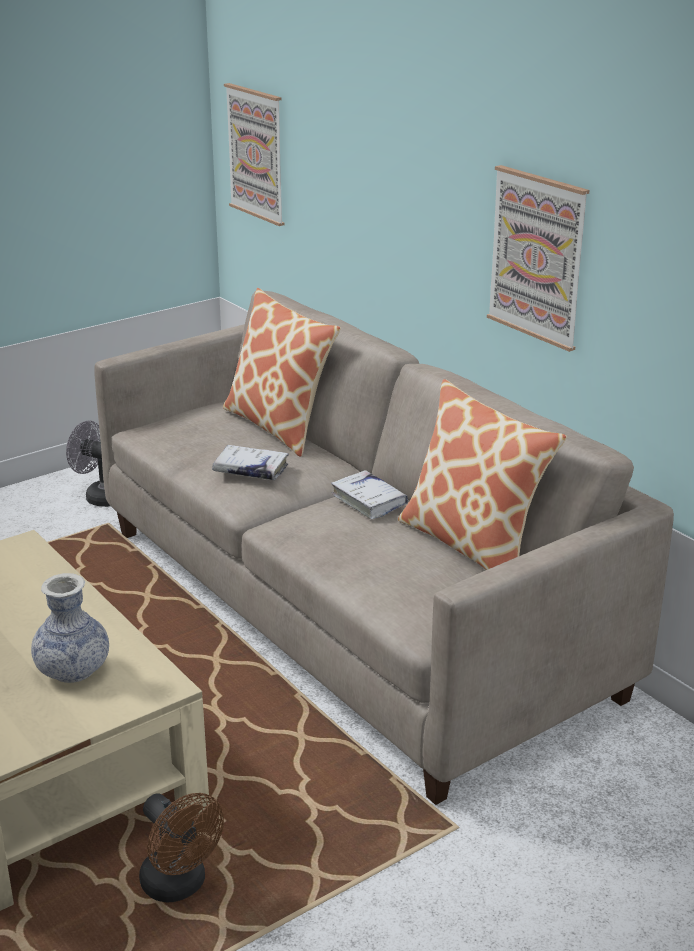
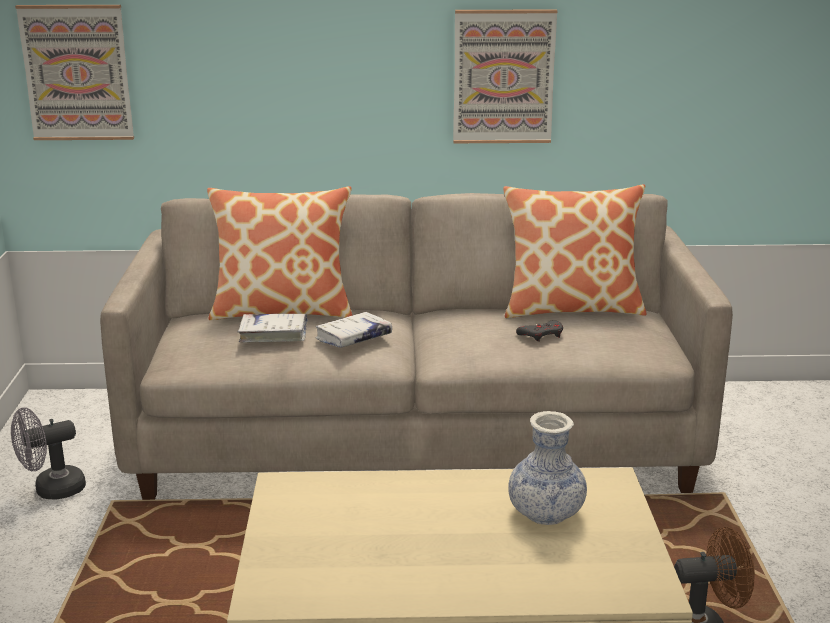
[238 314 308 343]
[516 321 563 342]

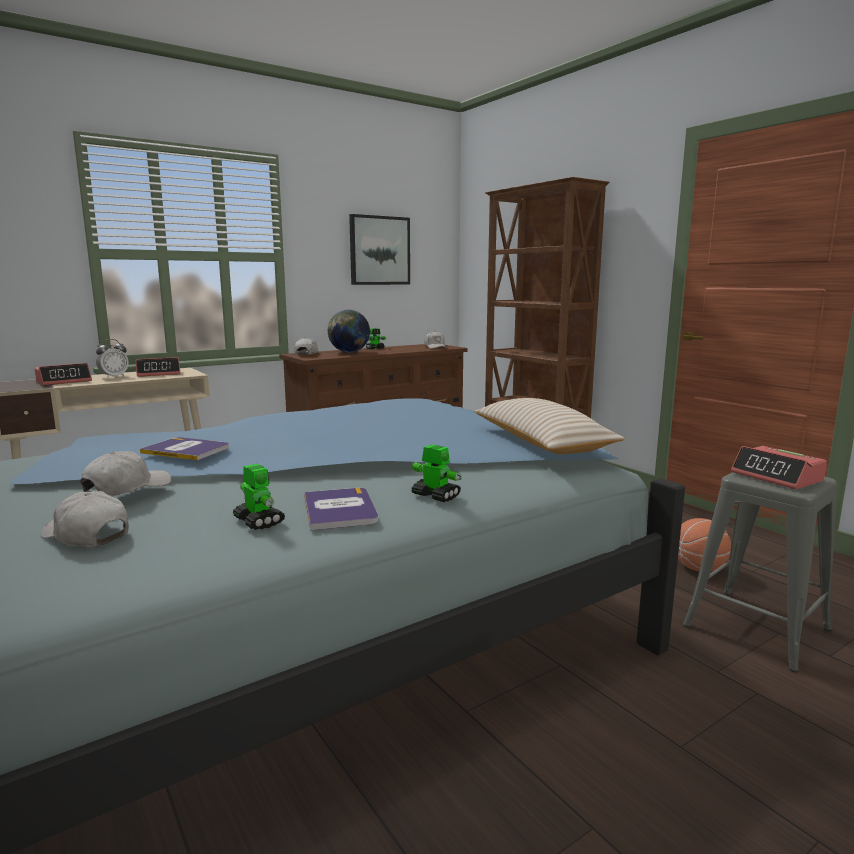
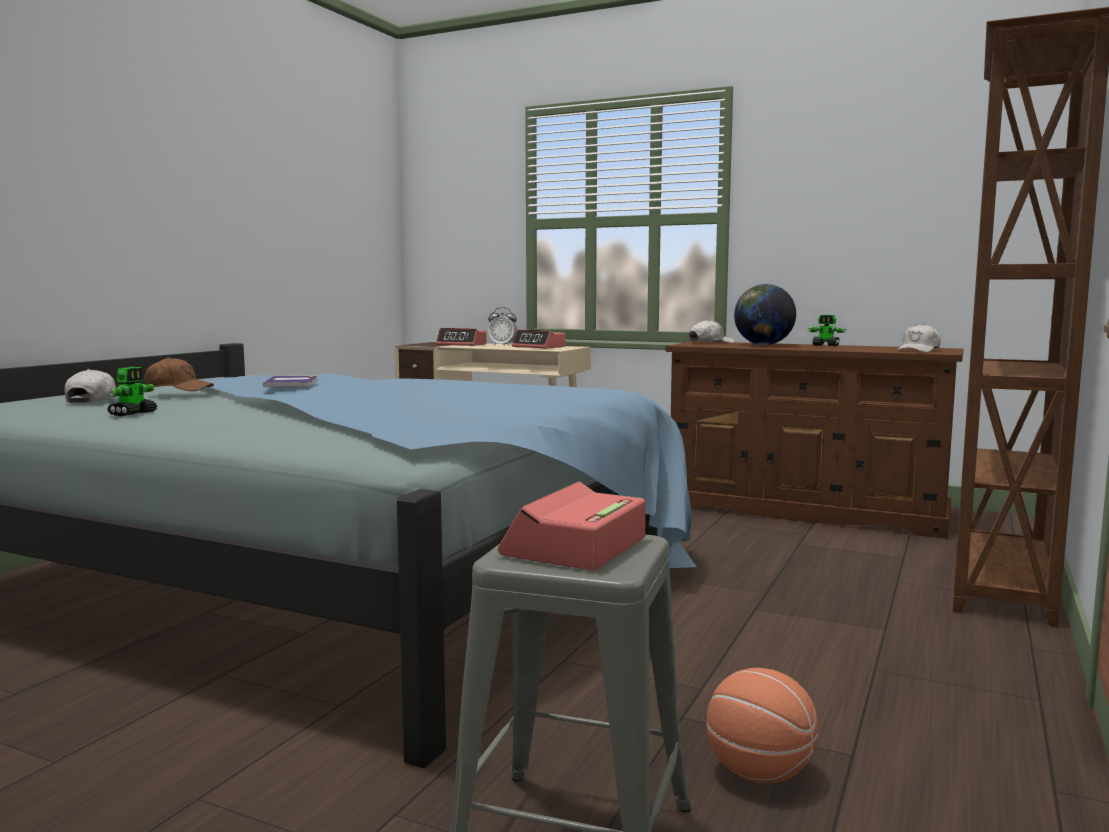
[144 357 214 391]
[304 488 378 530] (first image)
[349 214 410 285] (first image)
[411 445 462 502] (first image)
[474 398 625 454] (first image)

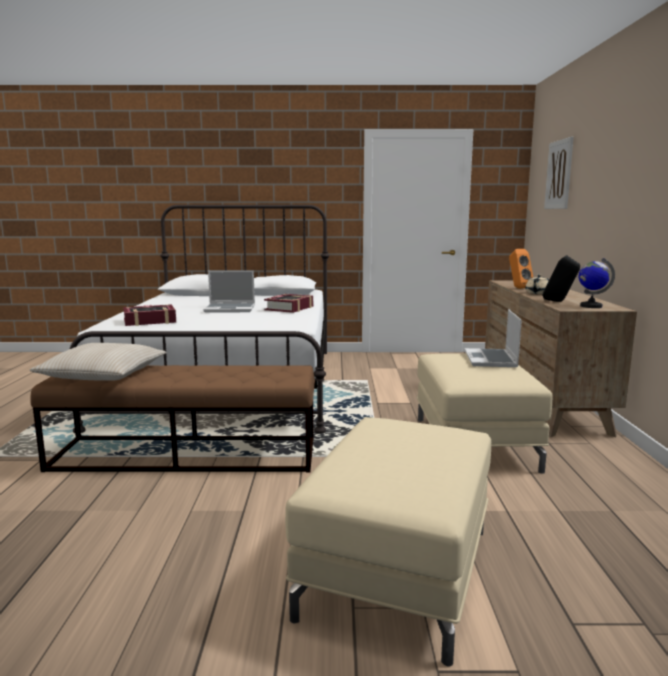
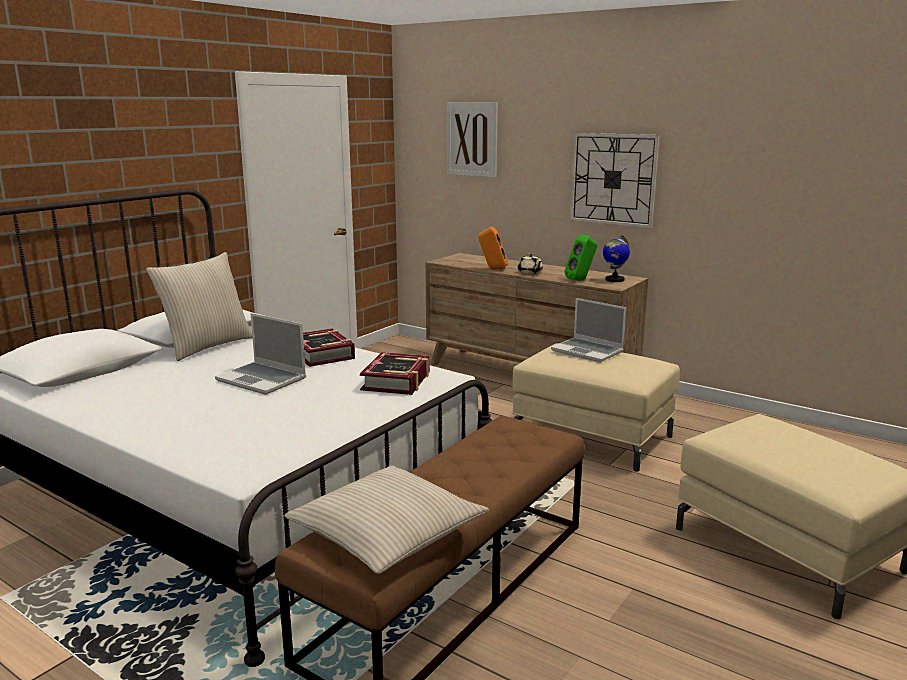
[146 252 252 361]
[215 313 306 395]
[360 352 430 395]
[565 235 598 280]
[570 133 660 228]

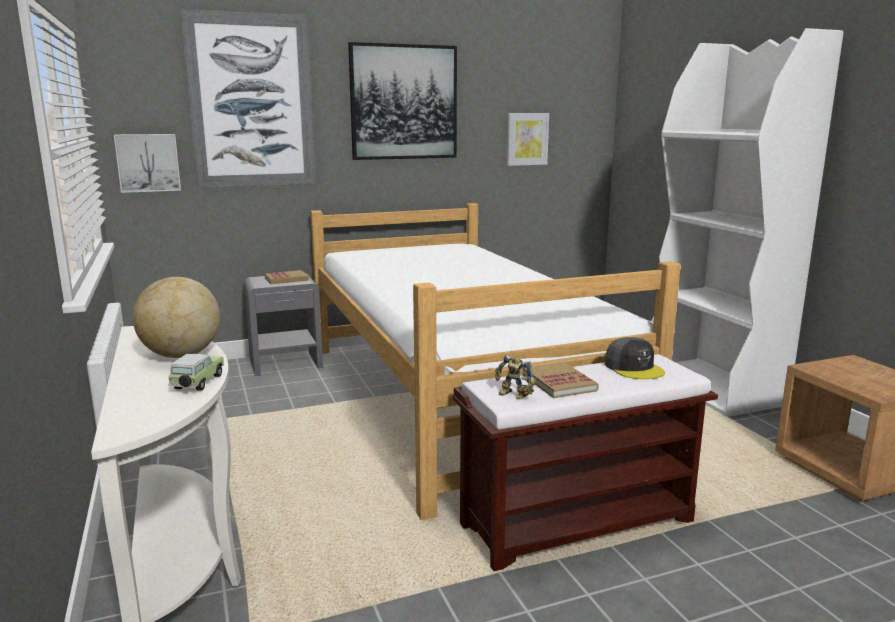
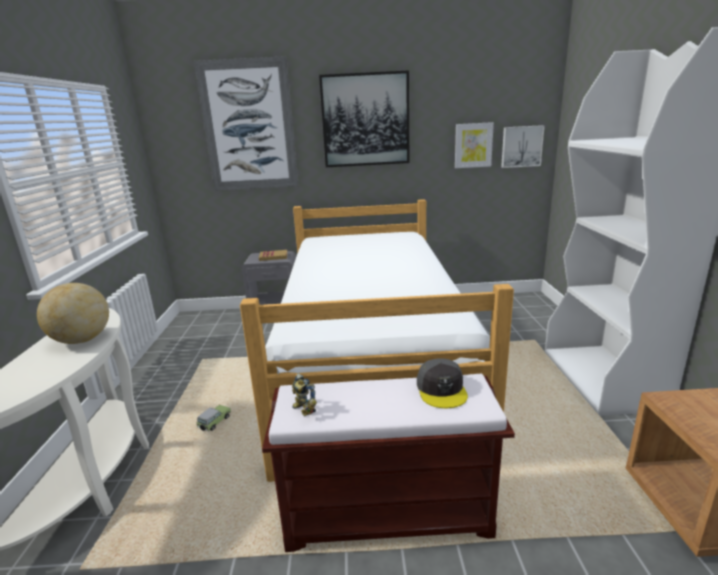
[197 405 231 431]
[501 125 545 168]
[523 362 599 398] (first image)

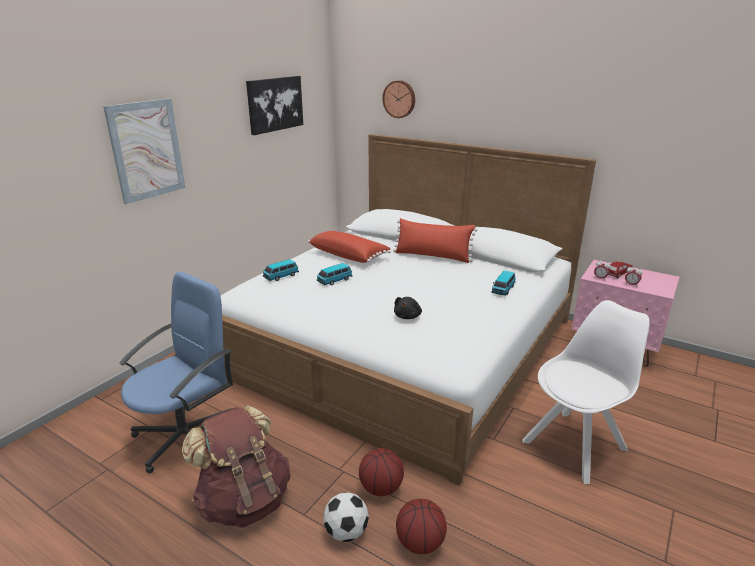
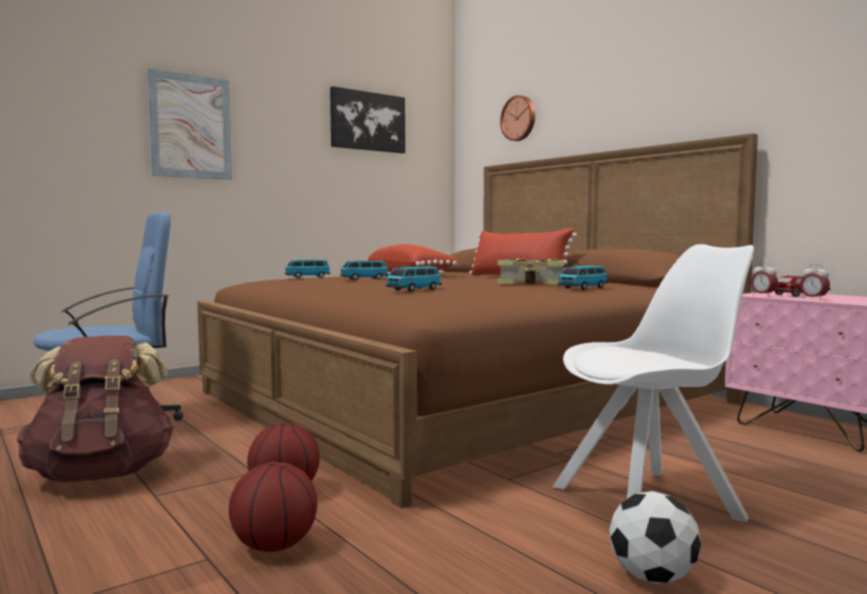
[197 133 758 508]
[386 267 442 292]
[497 258 564 285]
[609 491 701 584]

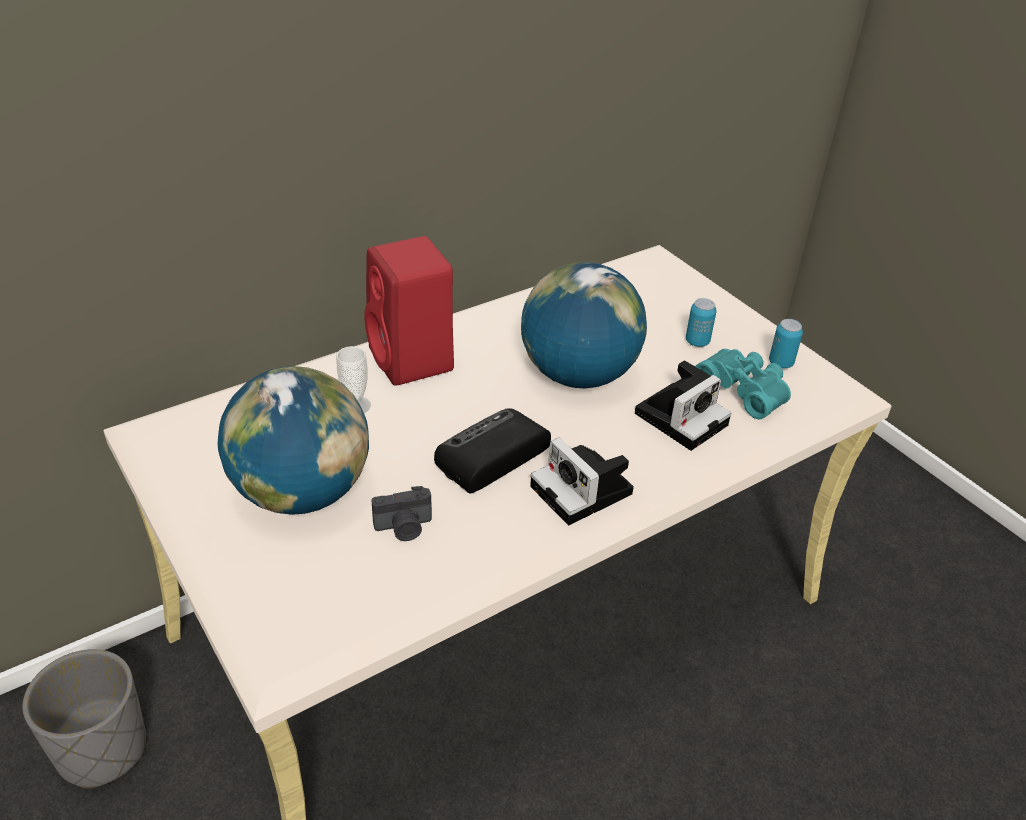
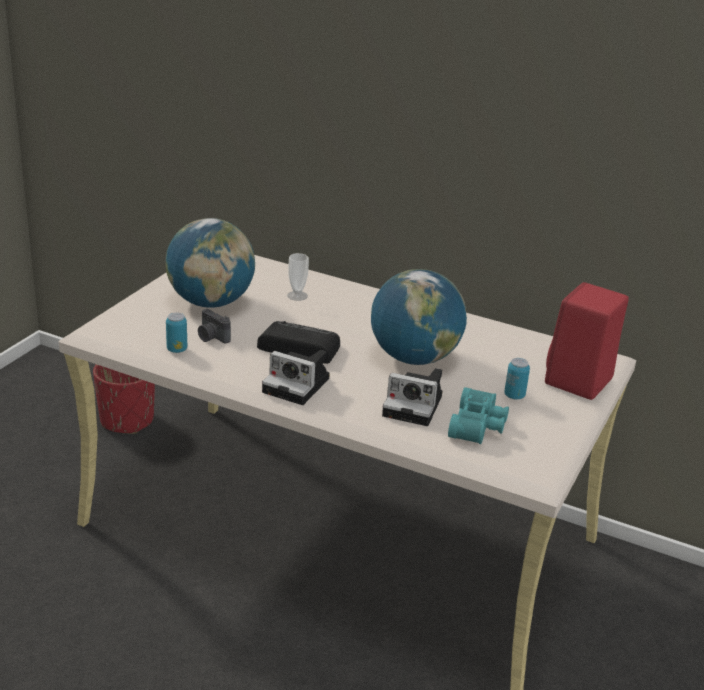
[93 364 155 434]
[166 313 187 353]
[262 350 330 405]
[545 282 629 400]

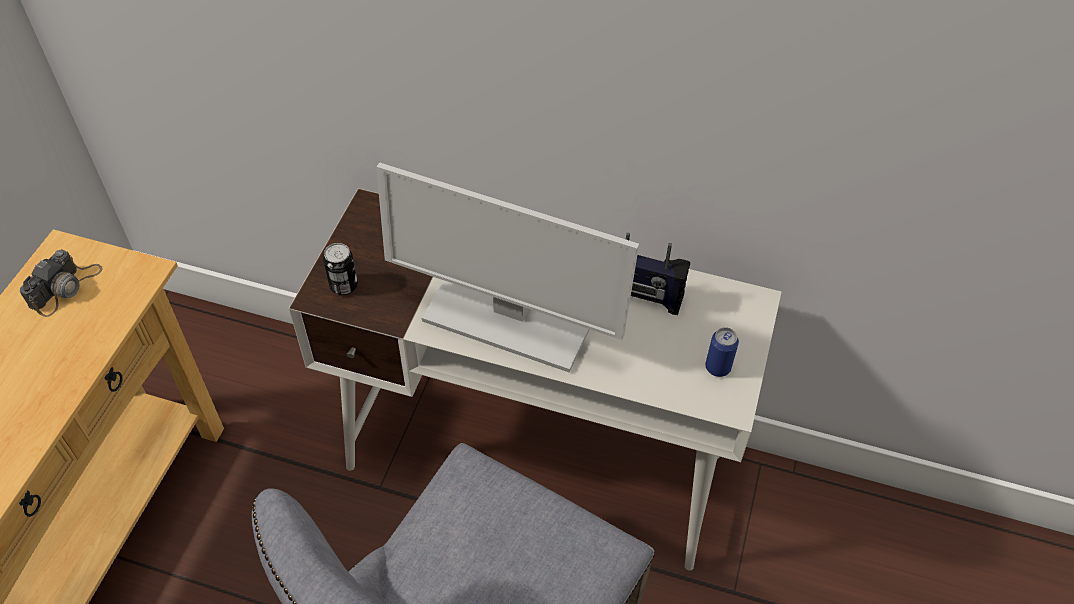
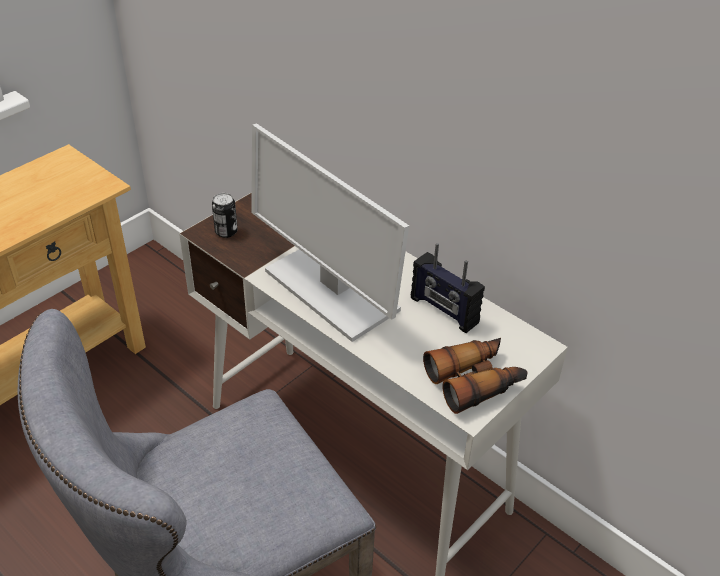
[423 338 527 414]
[20 249 103 317] (first image)

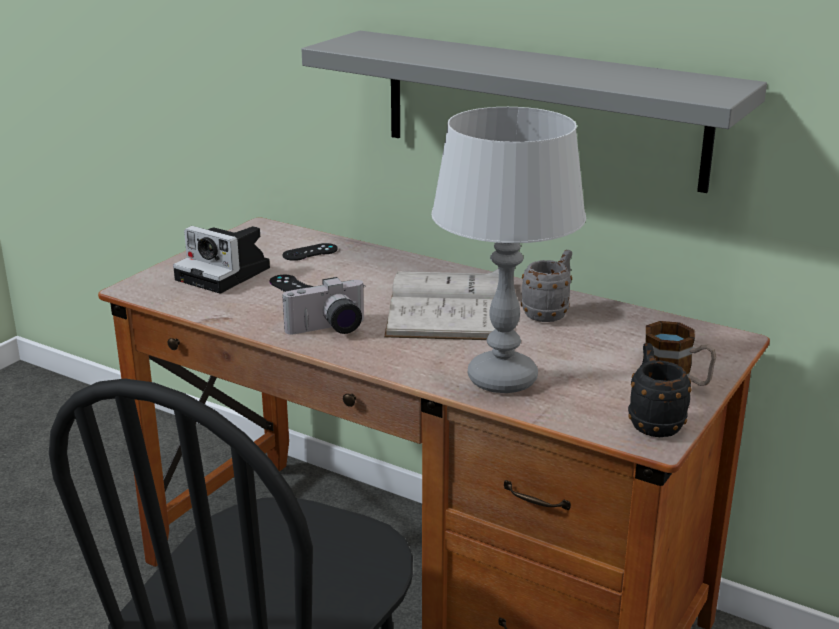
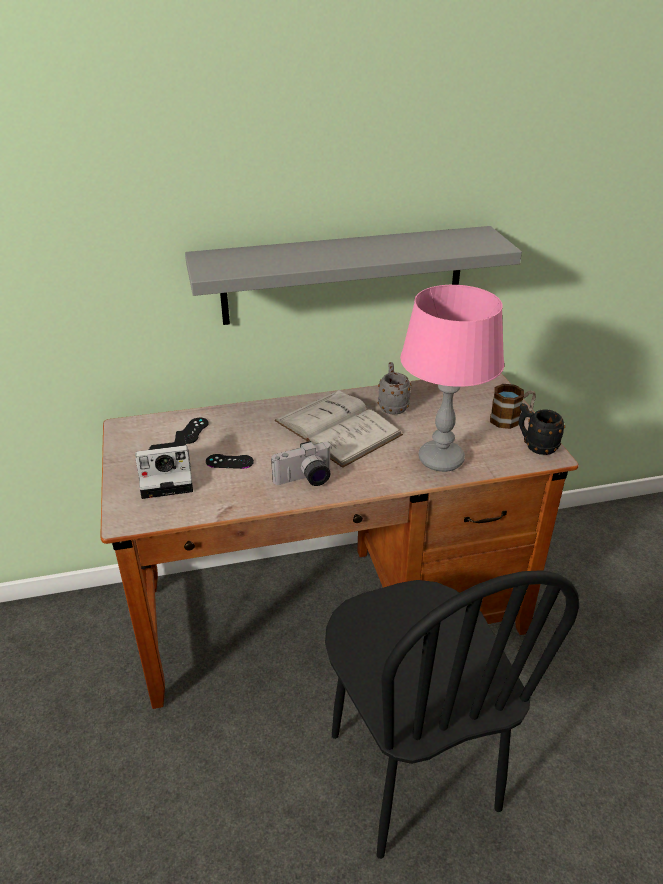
[271 441 331 486]
[400 285 504 472]

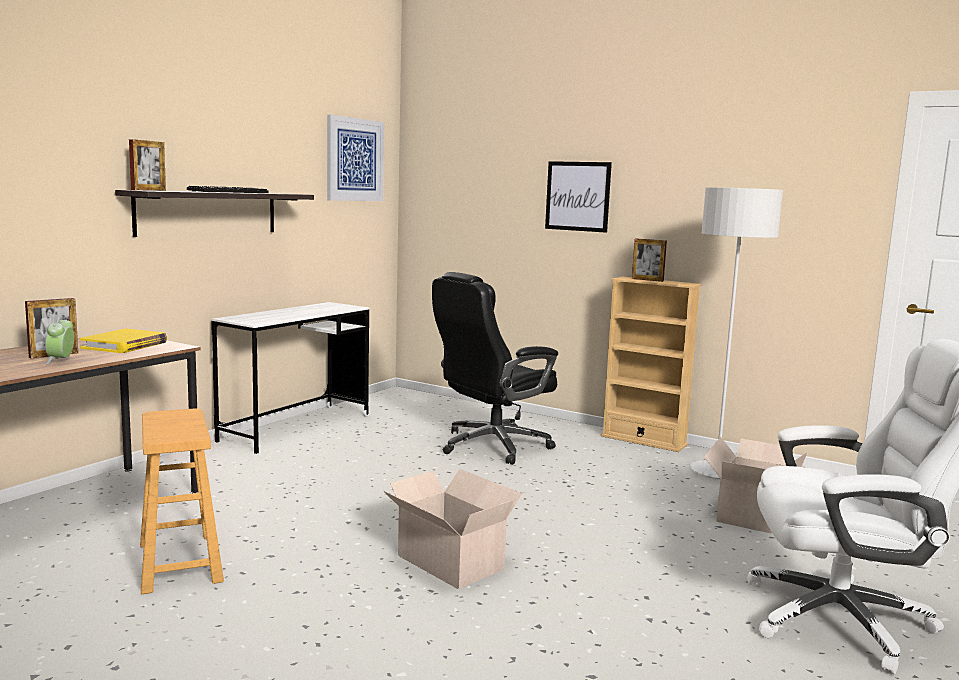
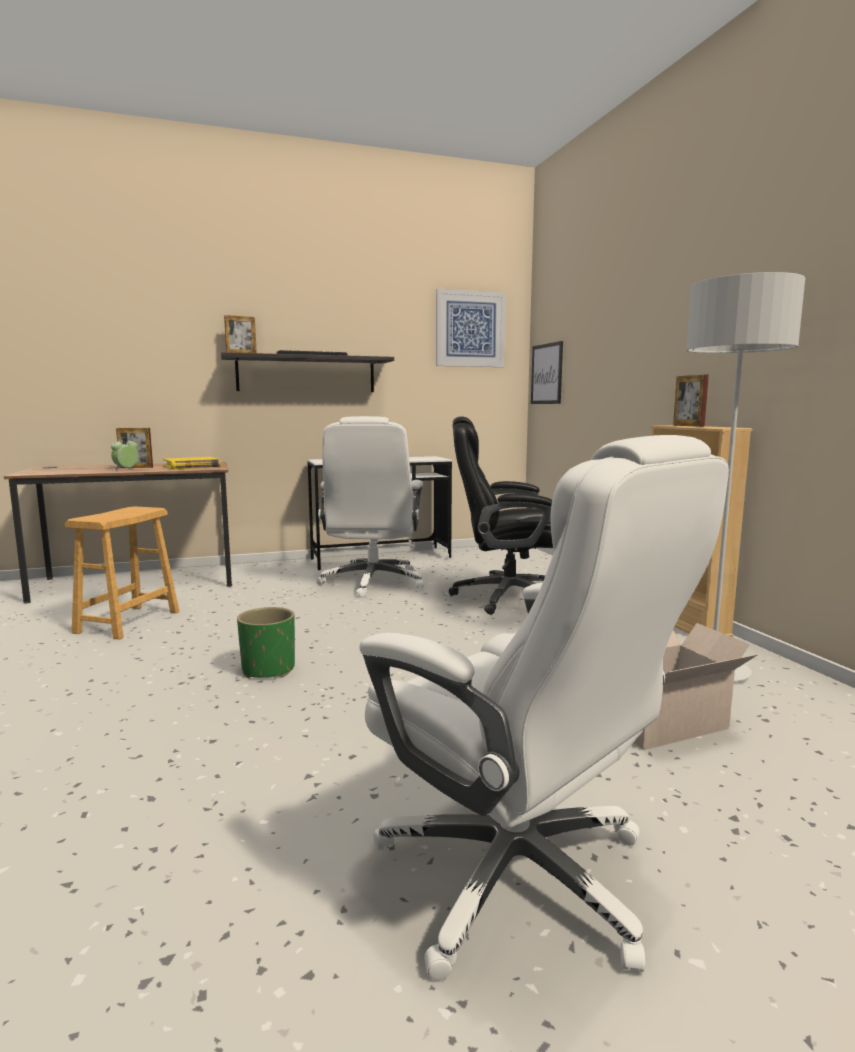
[237 607 295 678]
[316 416 423 597]
[531 341 563 404]

